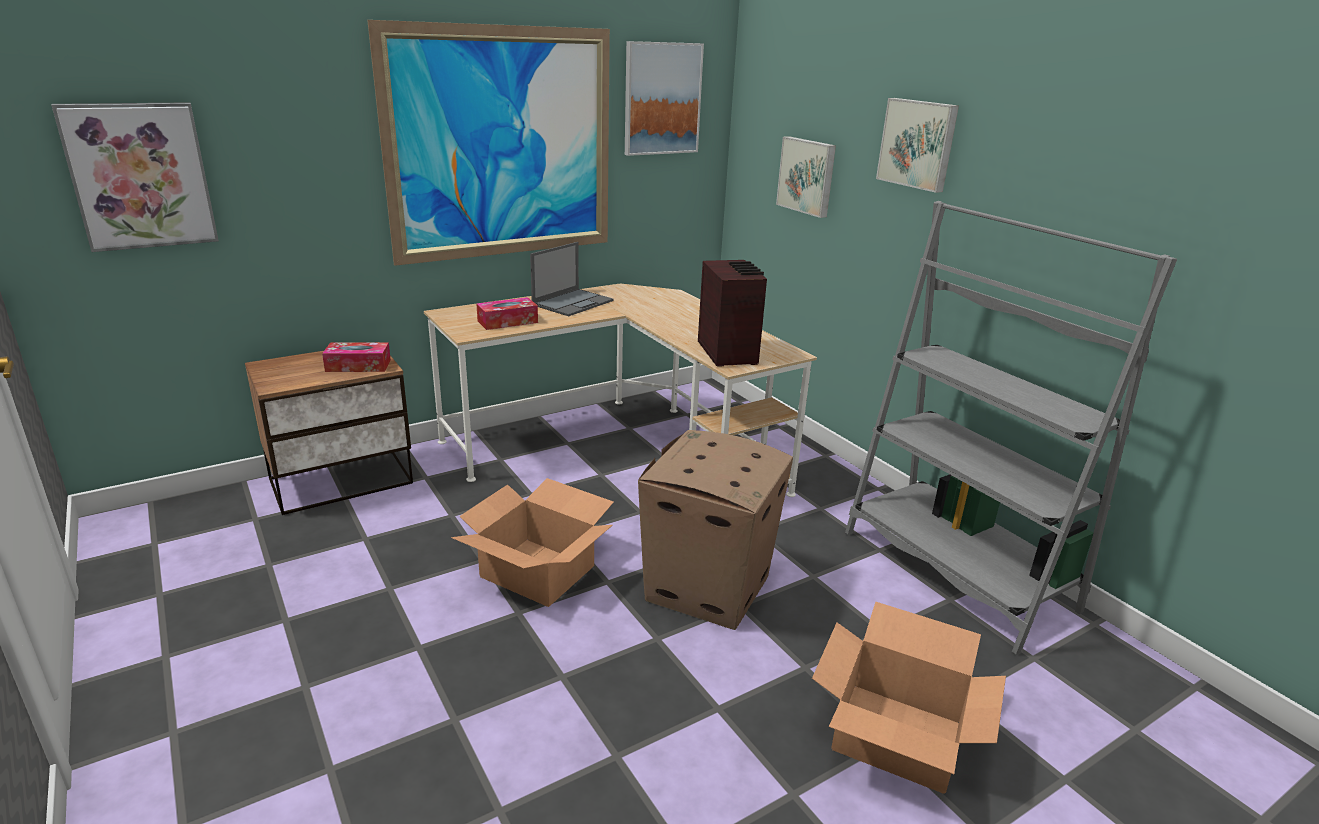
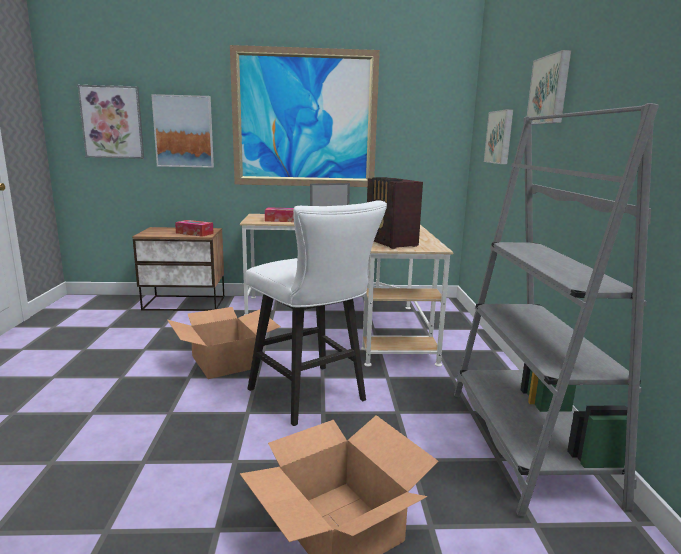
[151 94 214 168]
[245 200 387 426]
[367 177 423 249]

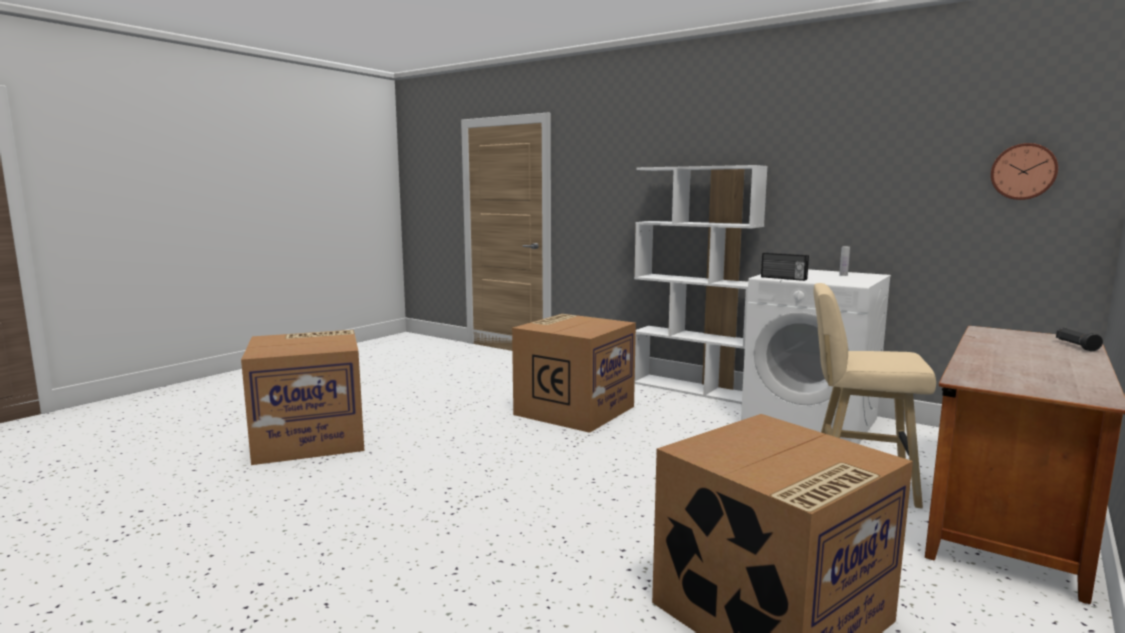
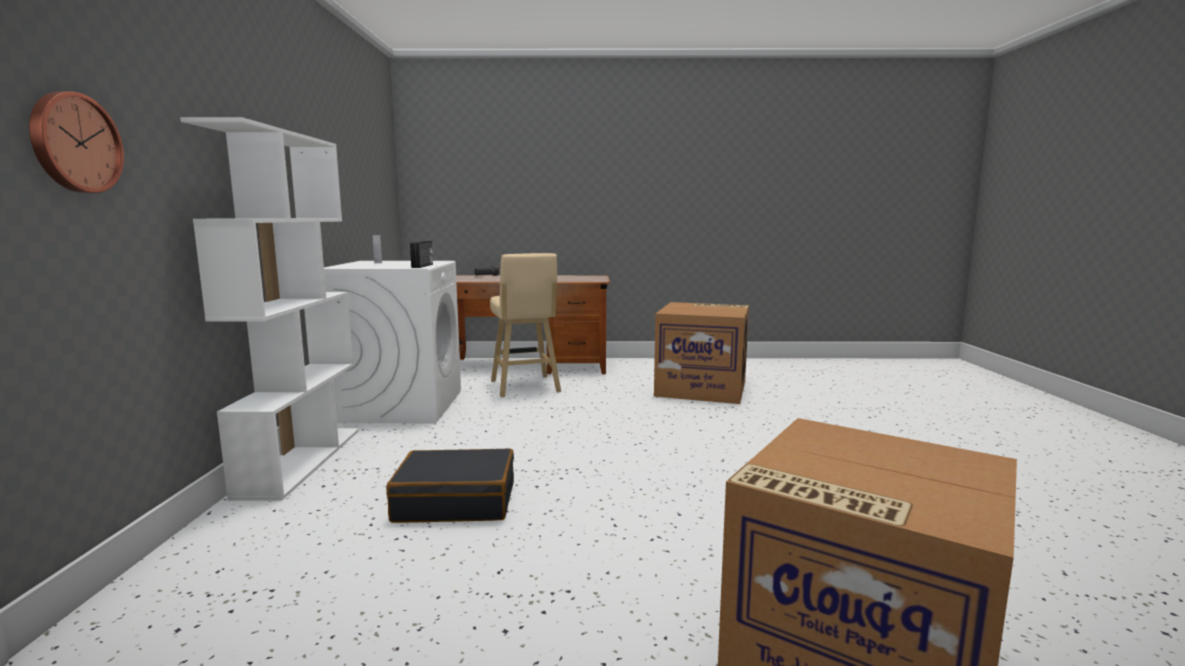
[29 91 124 193]
[386 448 514 523]

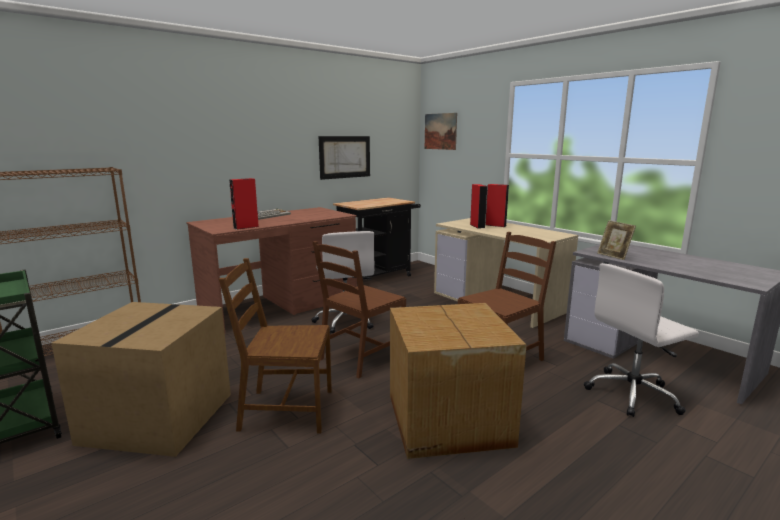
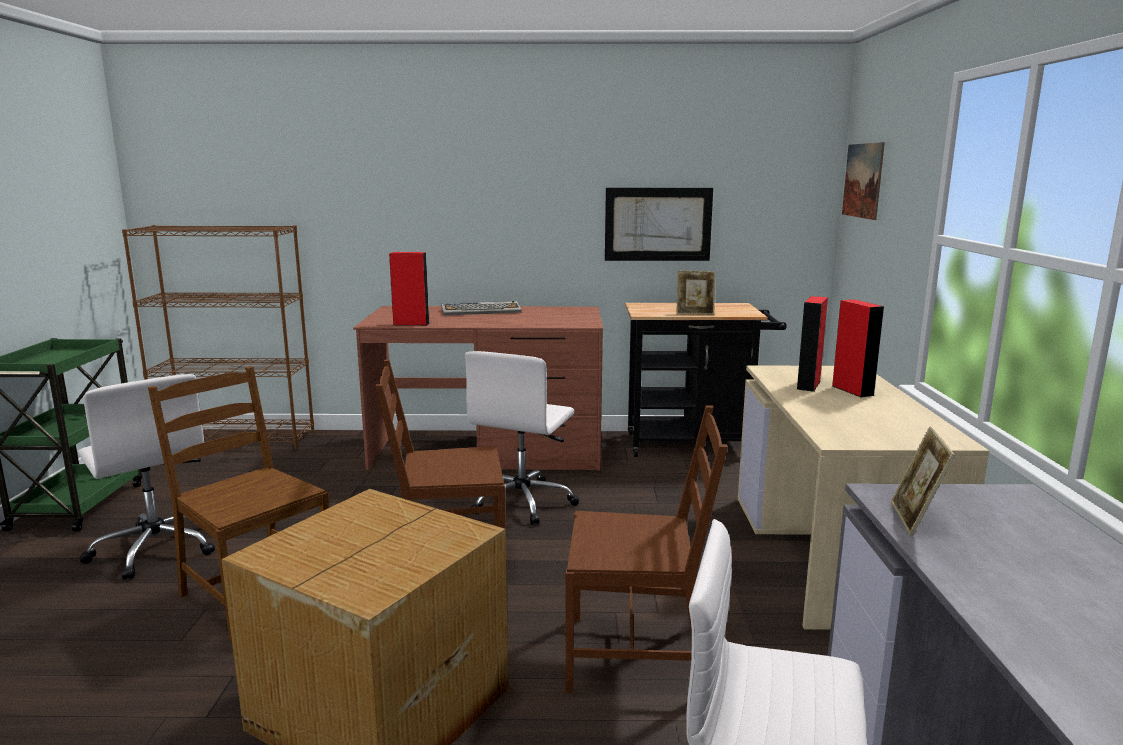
[78 374 215 580]
[676 270 715 315]

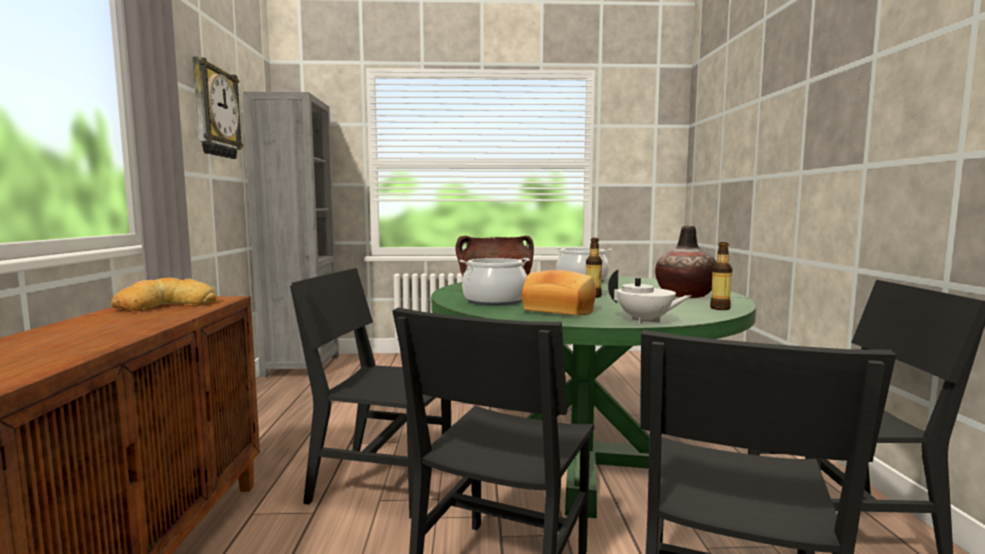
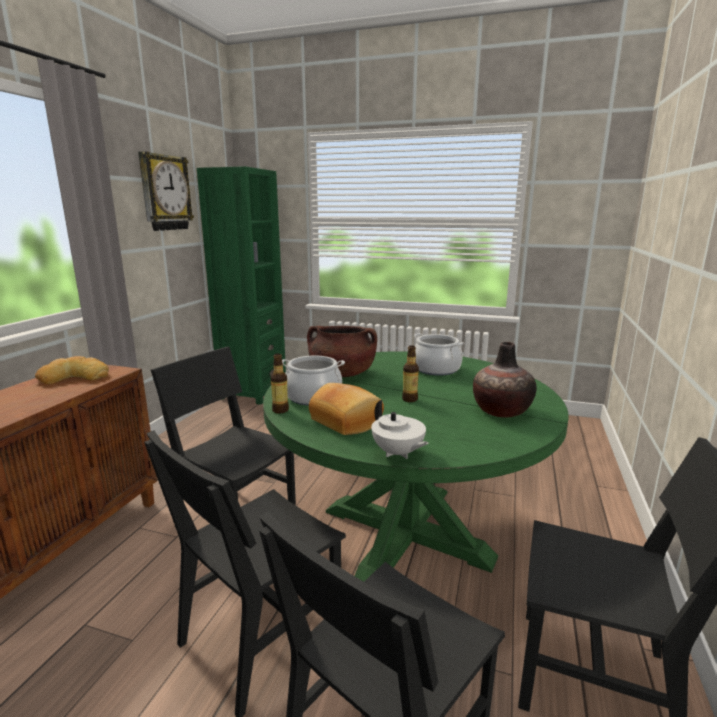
[197 166 286 405]
[271 354 289 413]

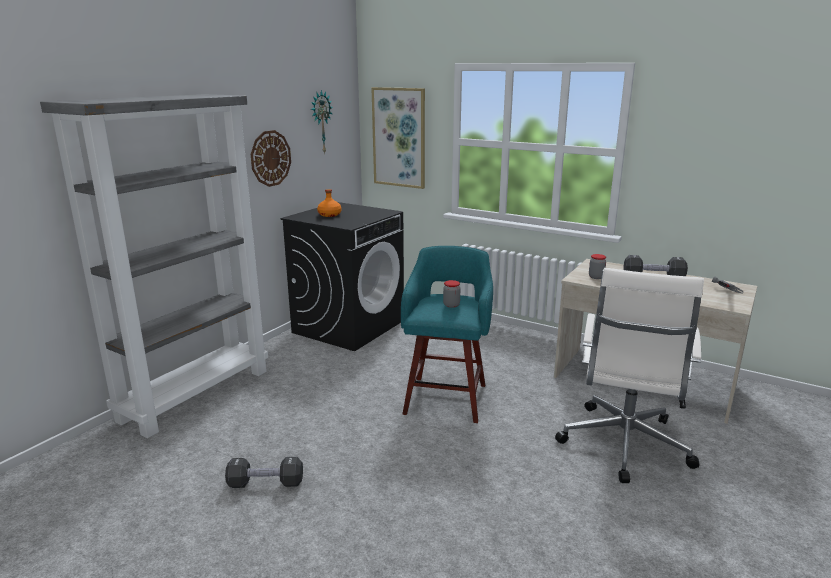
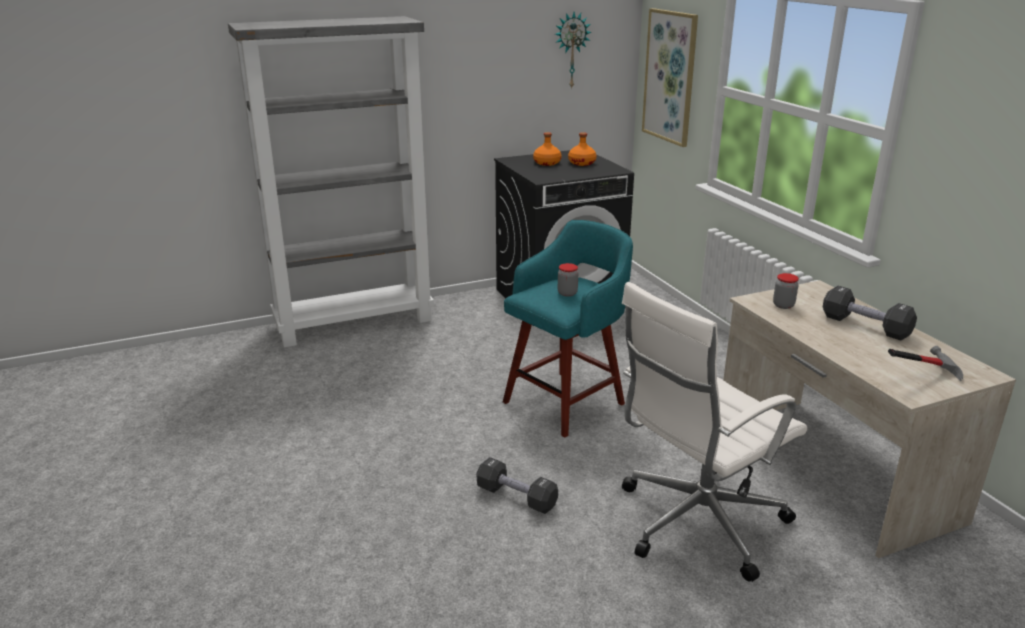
[477 457 558 514]
[568 132 597 166]
[251 130 291 187] (first image)

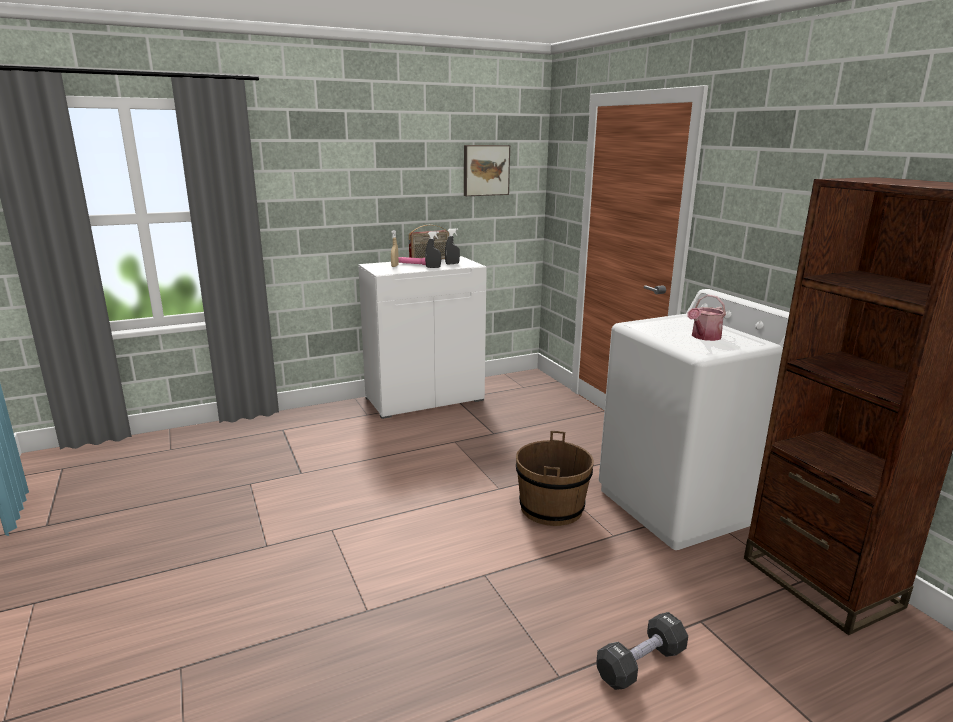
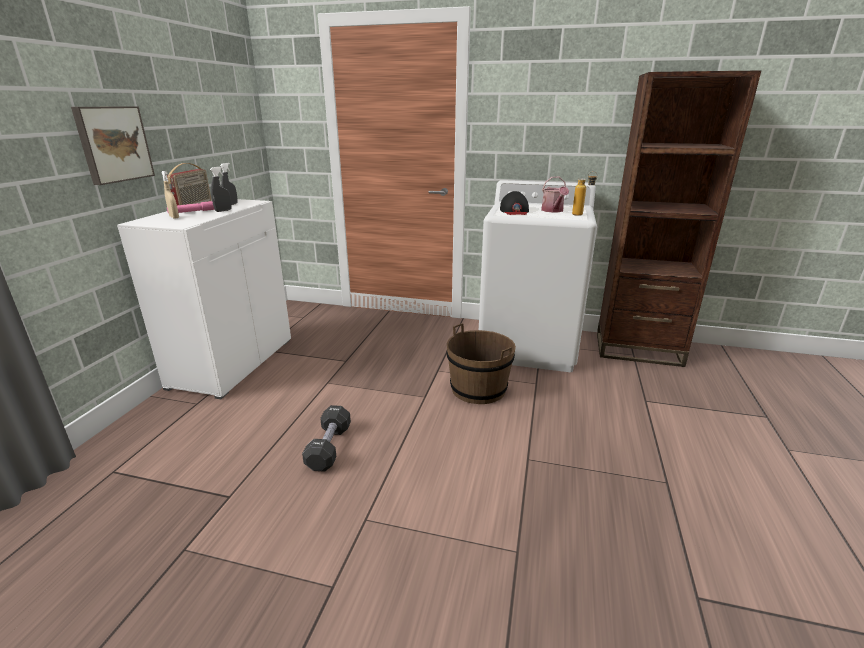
[71 106 155 185]
[302 405 351 472]
[500 191 529 215]
[572 171 598 216]

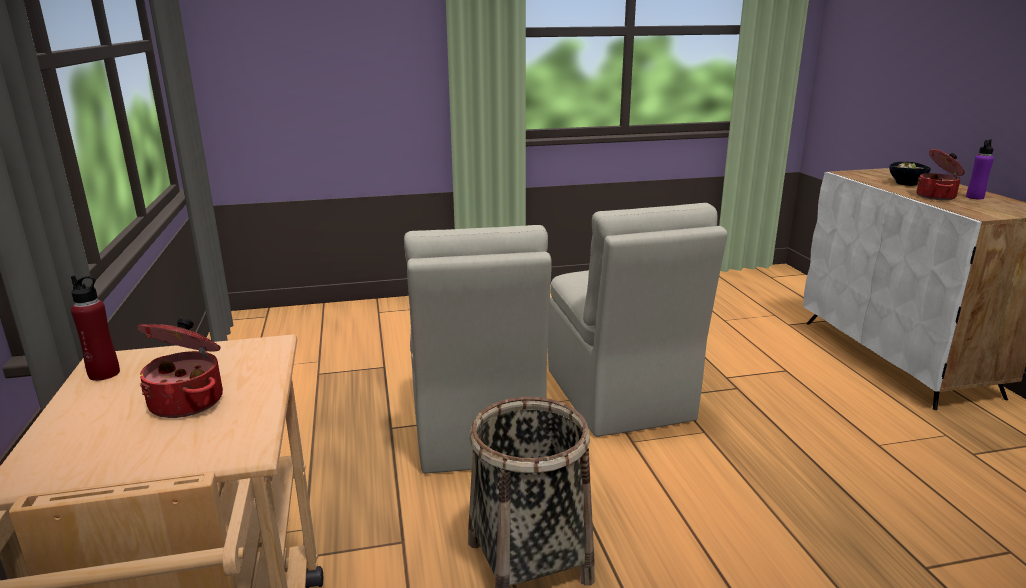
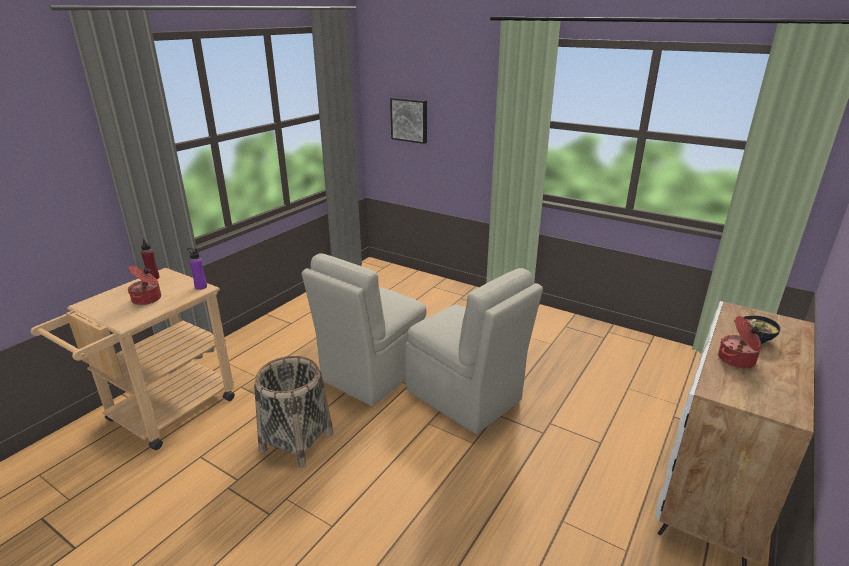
[187 248 207 290]
[390 98 427 144]
[405 268 543 434]

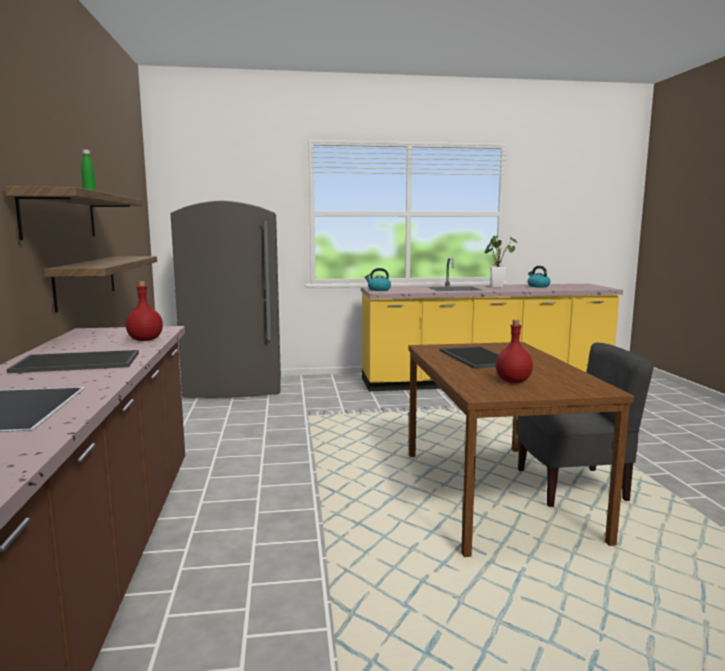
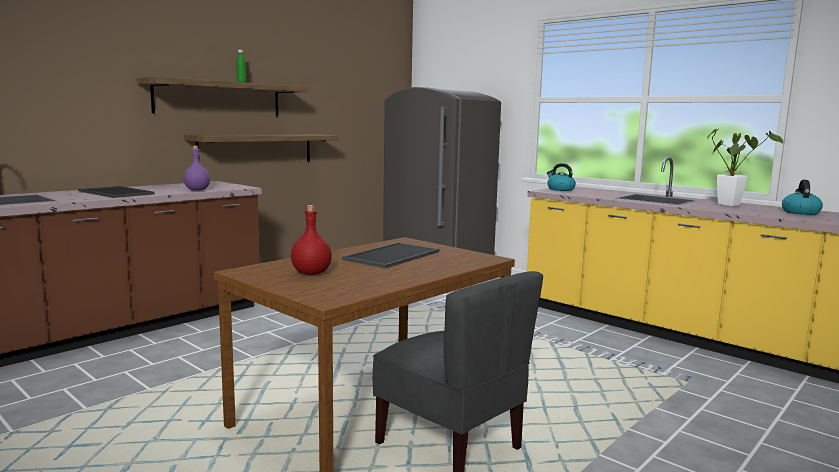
[183 145 210 191]

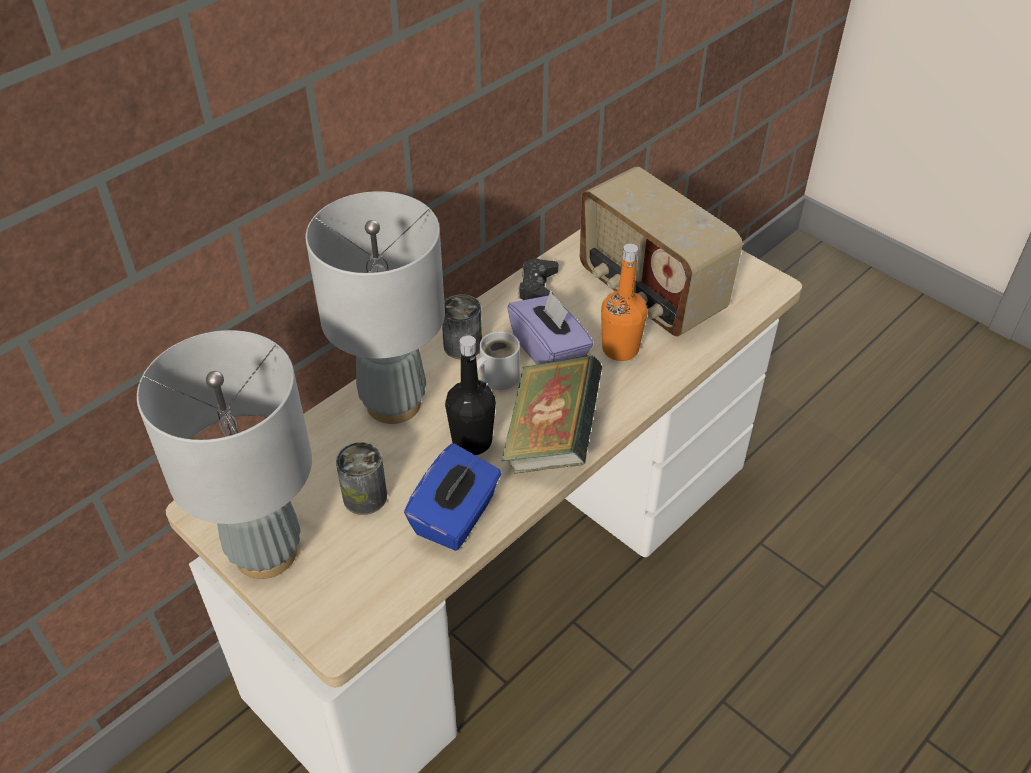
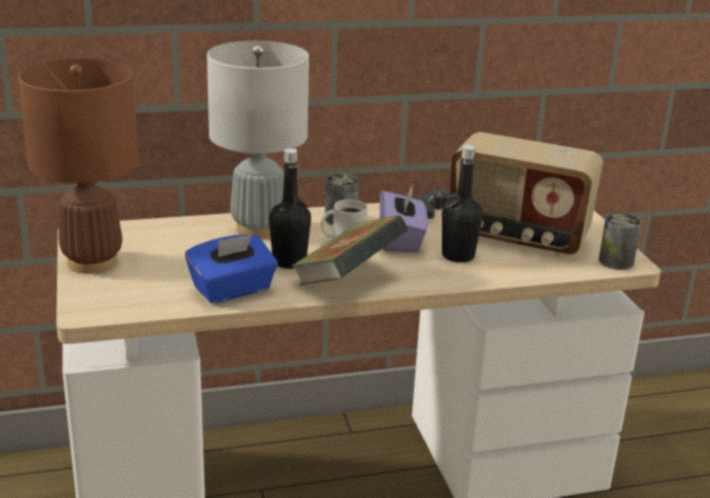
[18 59 138 274]
[442 145 483 263]
[449 132 603 256]
[599 213 642 270]

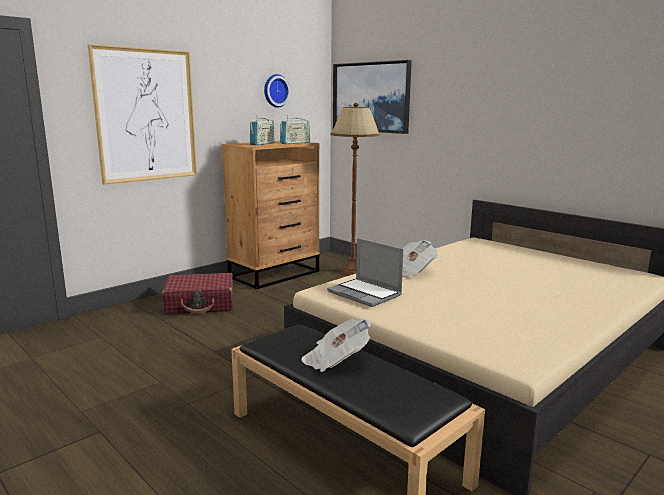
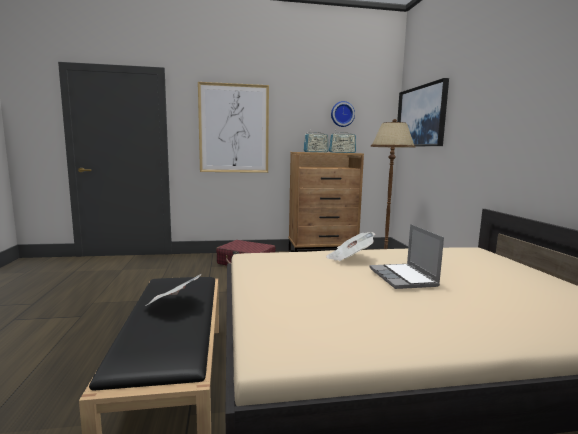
[370 224 444 289]

